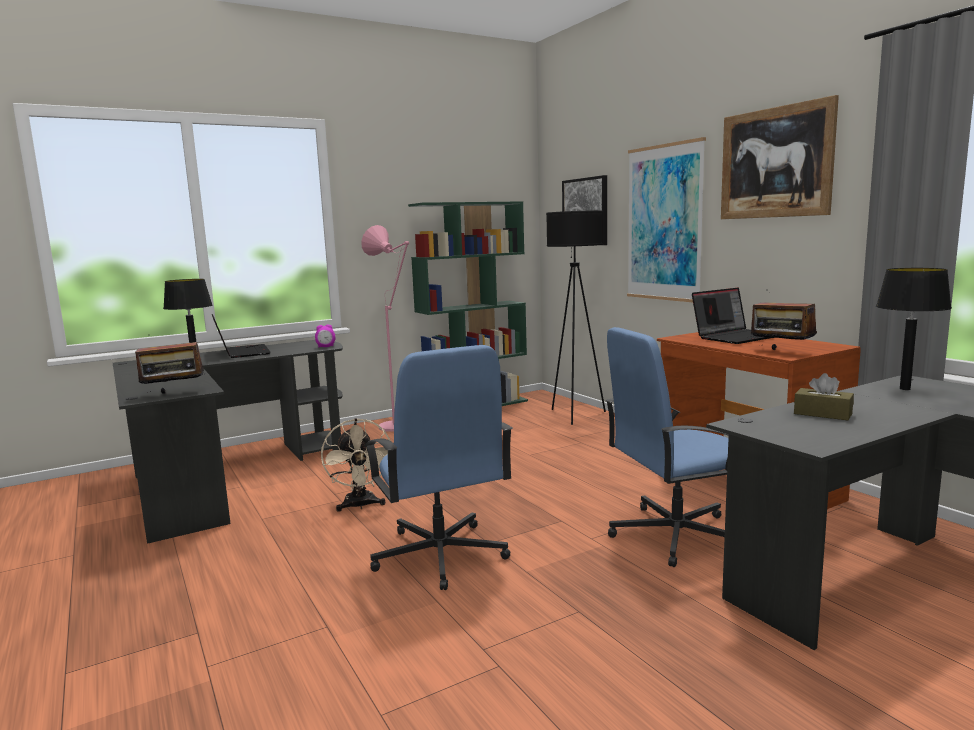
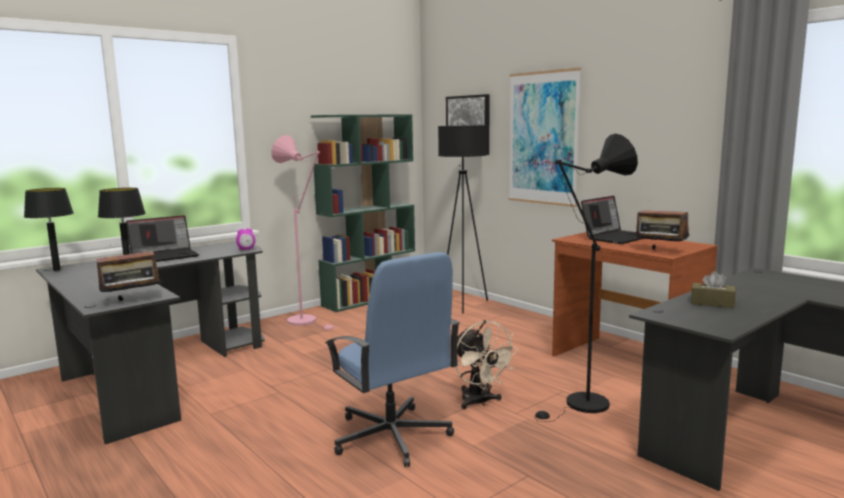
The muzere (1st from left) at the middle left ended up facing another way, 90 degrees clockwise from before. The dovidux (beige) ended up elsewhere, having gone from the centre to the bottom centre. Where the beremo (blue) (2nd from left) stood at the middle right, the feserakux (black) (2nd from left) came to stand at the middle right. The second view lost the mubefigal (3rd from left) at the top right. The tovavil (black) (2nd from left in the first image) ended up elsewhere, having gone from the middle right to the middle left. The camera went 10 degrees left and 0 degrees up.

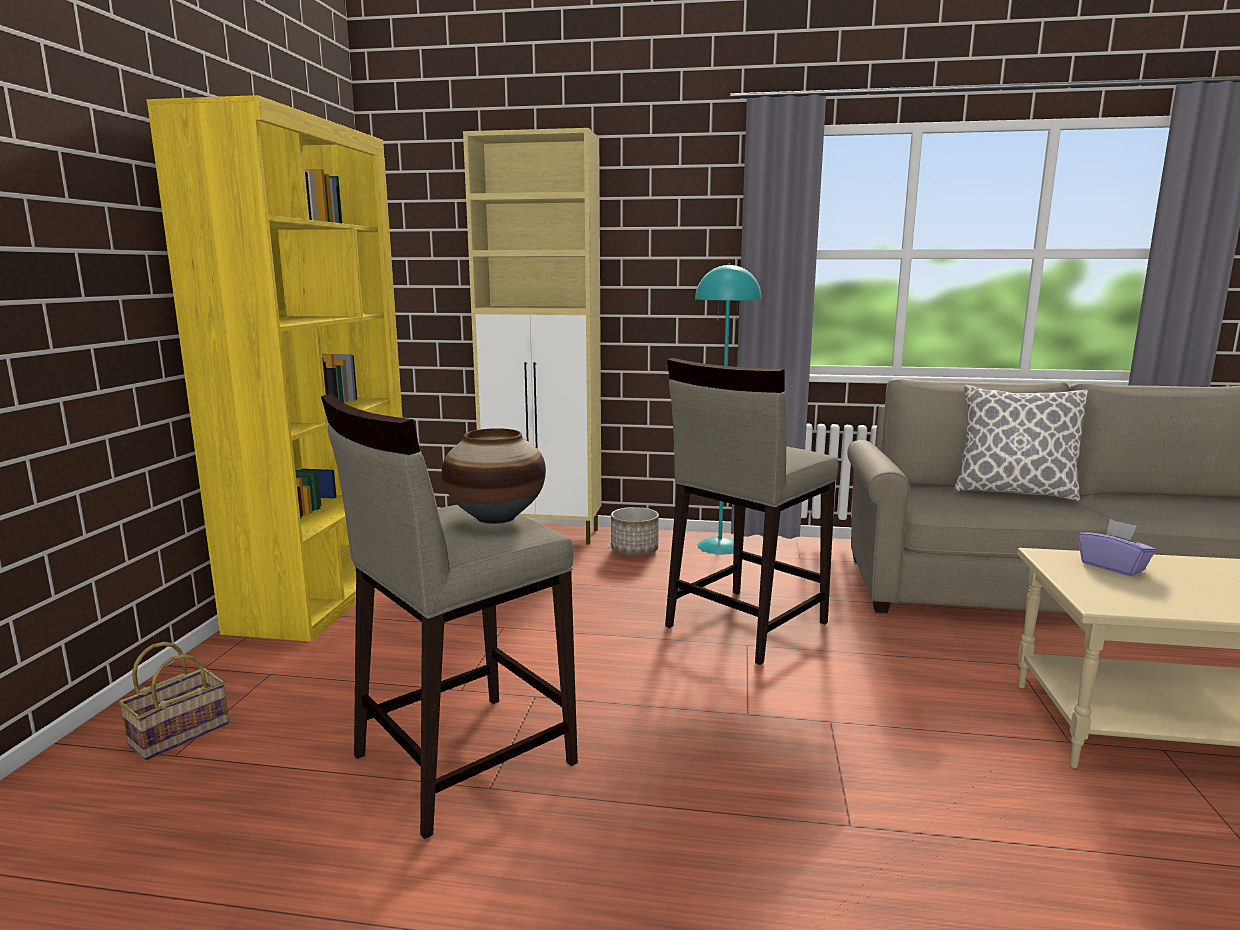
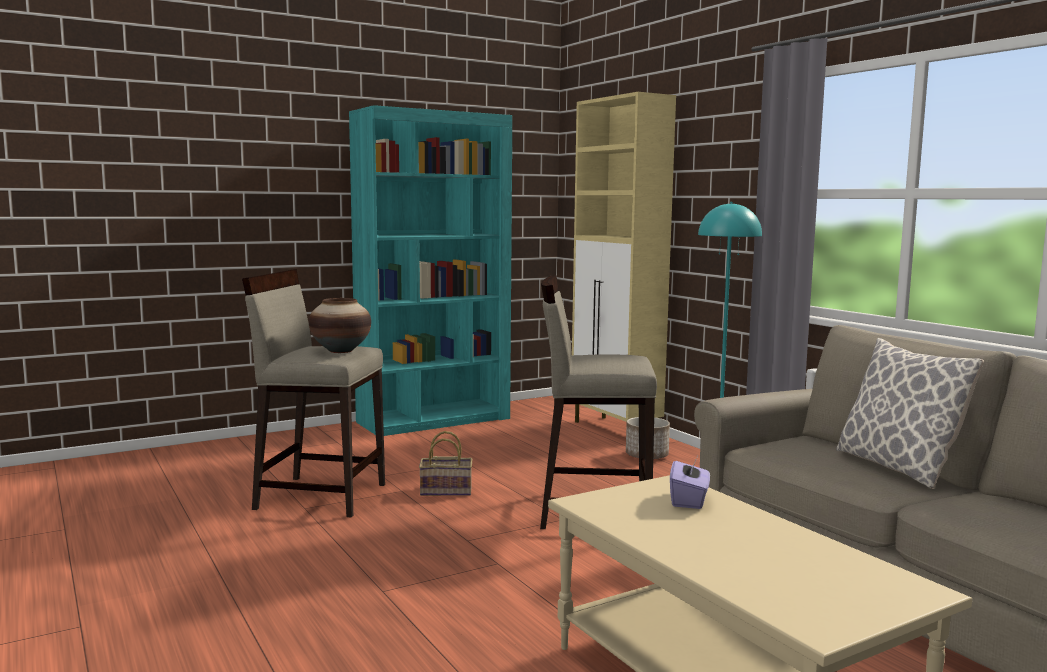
The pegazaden ended up elsewhere, having gone from the bottom left to the bottom centre. What was the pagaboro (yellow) at the middle left turned into the pagaboro (turquoise) at the centre. The camera went 50 degrees right and 5 degrees down.

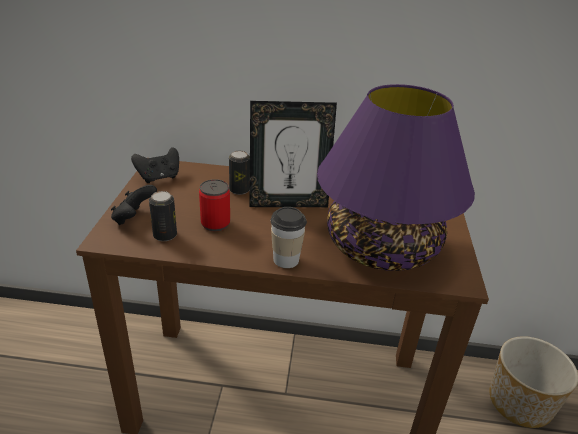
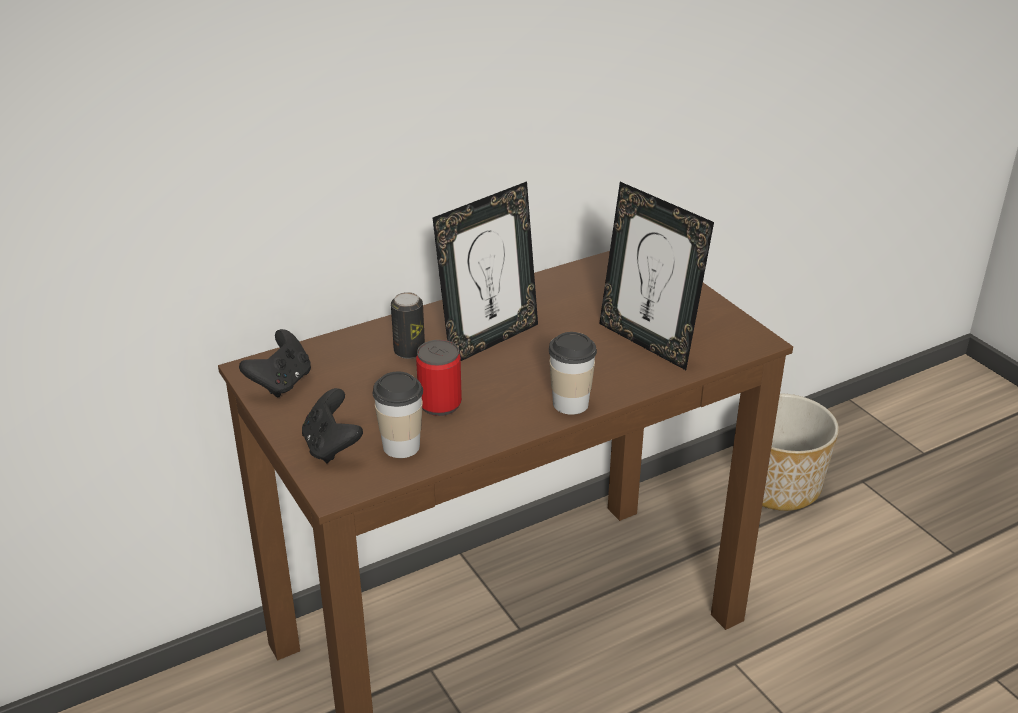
Where the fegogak (1st from left) stood at the middle left, the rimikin (1st from left) came to stand at the centre. Where the tovavil (purple) stood at the middle right, the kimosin (2nd from left) came to stand at the centre. The camera went 35 degrees left and 0 degrees up.

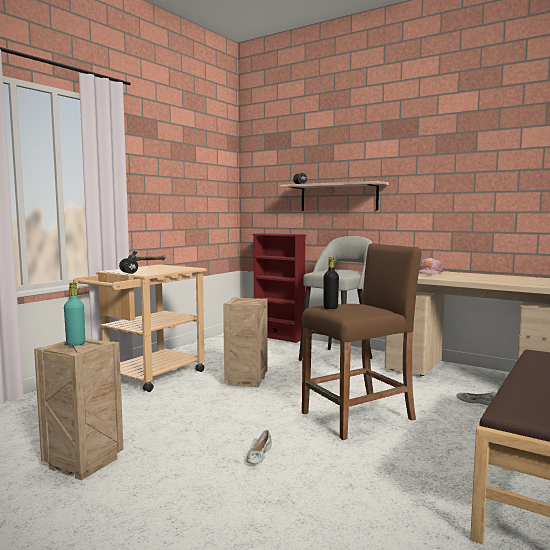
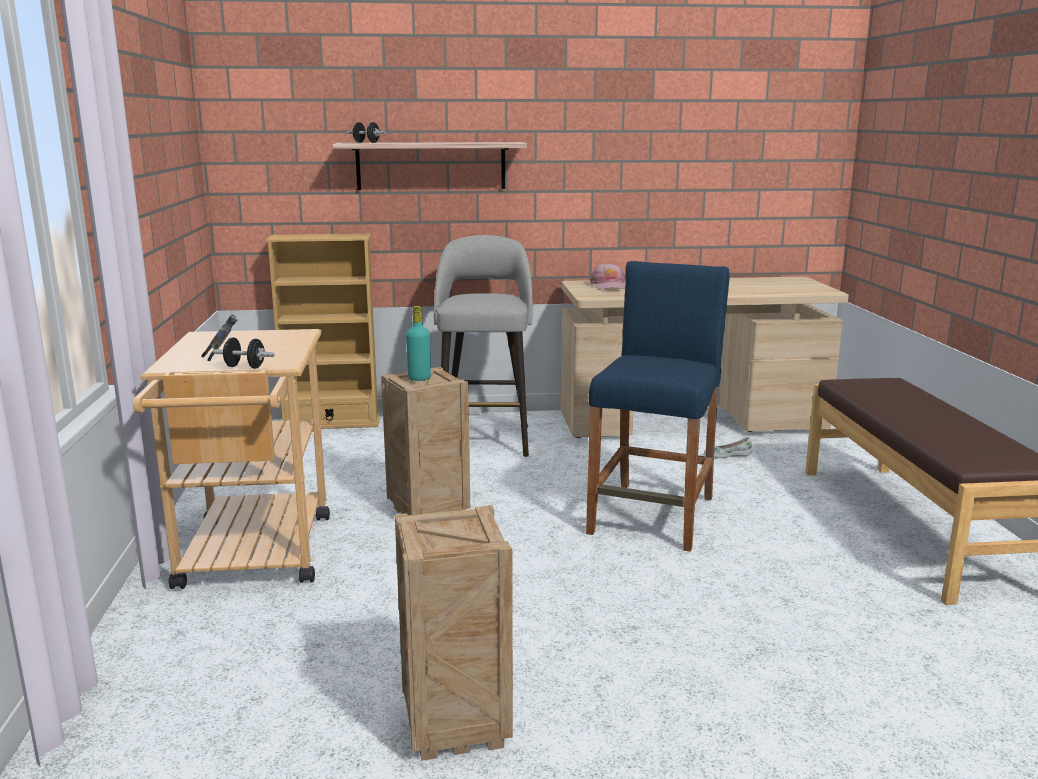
The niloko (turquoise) ended up elsewhere, having gone from the middle left to the centre. The second view lost the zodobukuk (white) (1st from left) at the bottom centre. What was the pagaboro (red) at the centre turned into the pagaboro (beige) at the middle left. What was the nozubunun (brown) at the centre turned into the nozubunun (blue) at the centre. The second view lost the niloko (black) at the centre. The camera went 40 degrees left and 10 degrees up.

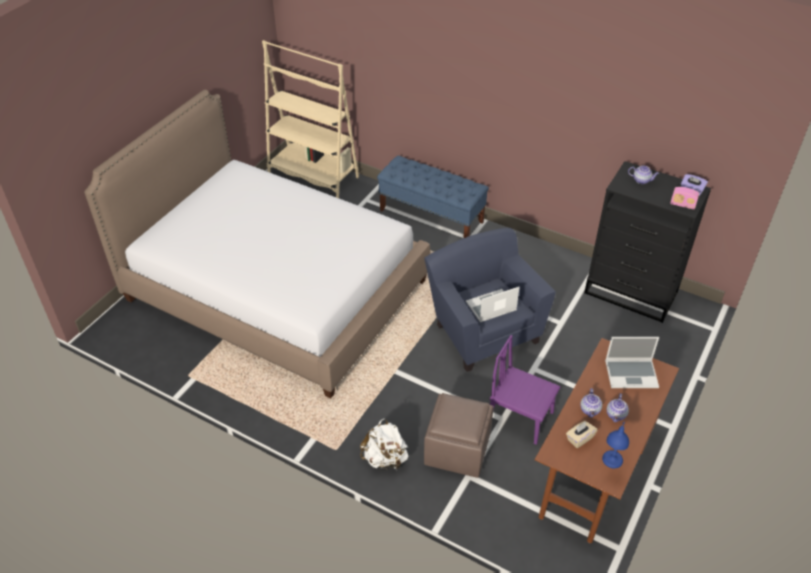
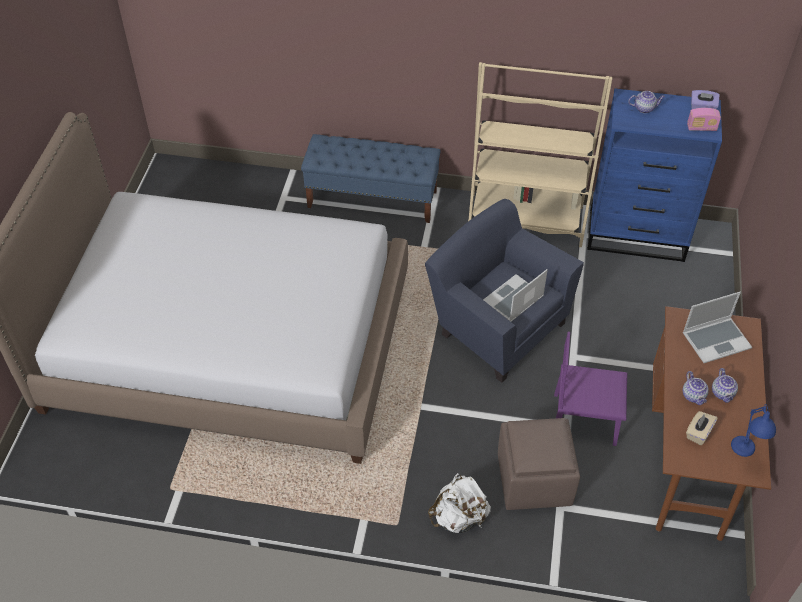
The pagaboro (beige) ended up elsewhere, having gone from the top centre to the top right. What was the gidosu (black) at the middle right turned into the gidosu (blue) at the top right. The camera went 20 degrees left and 5 degrees up.

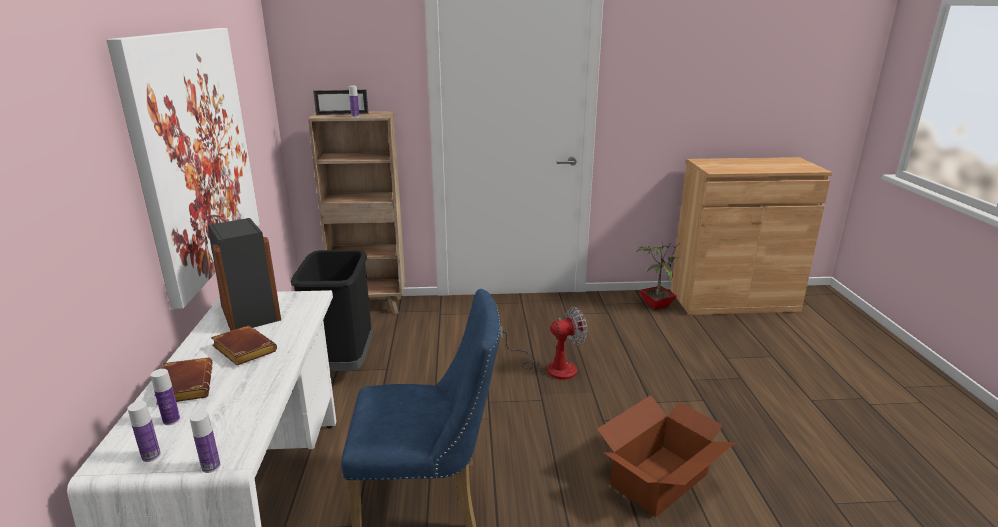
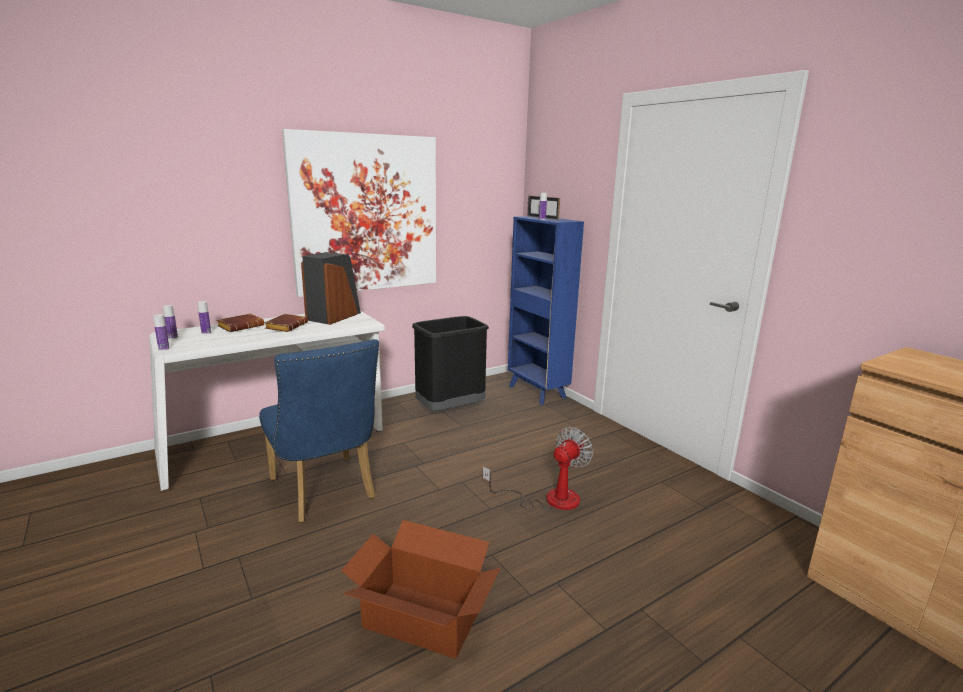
What was the pagaboro (brown) at the centre turned into the pagaboro (blue) at the centre. The dovidux at the centre ended up facing another way, 90 degrees counterclockwise from before. The second view lost the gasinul at the centre. The camera went 60 degrees right and 5 degrees down.

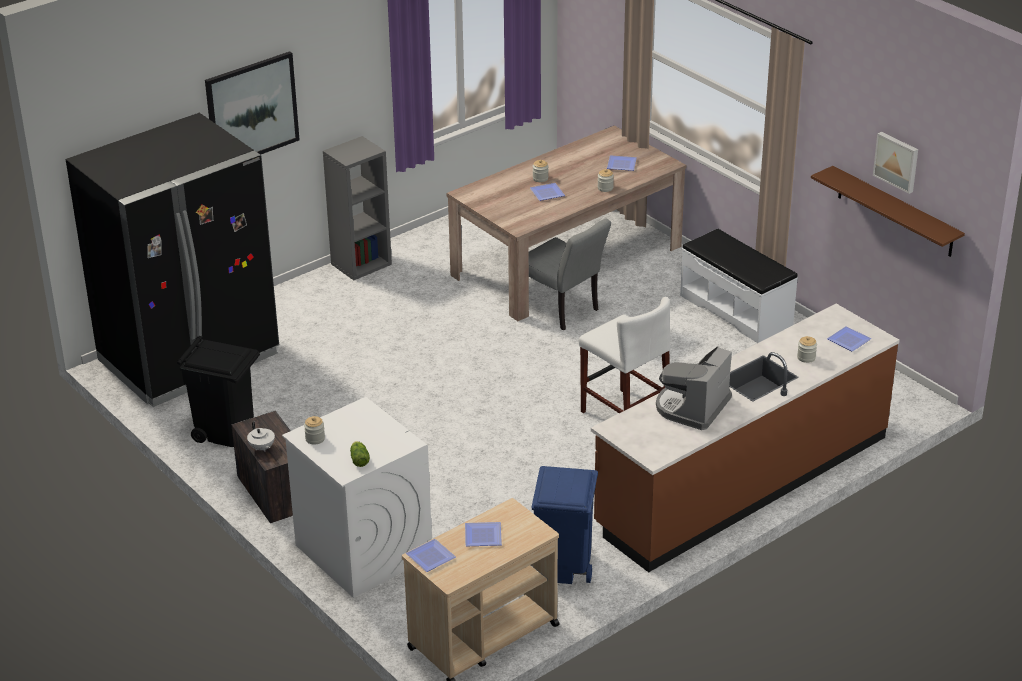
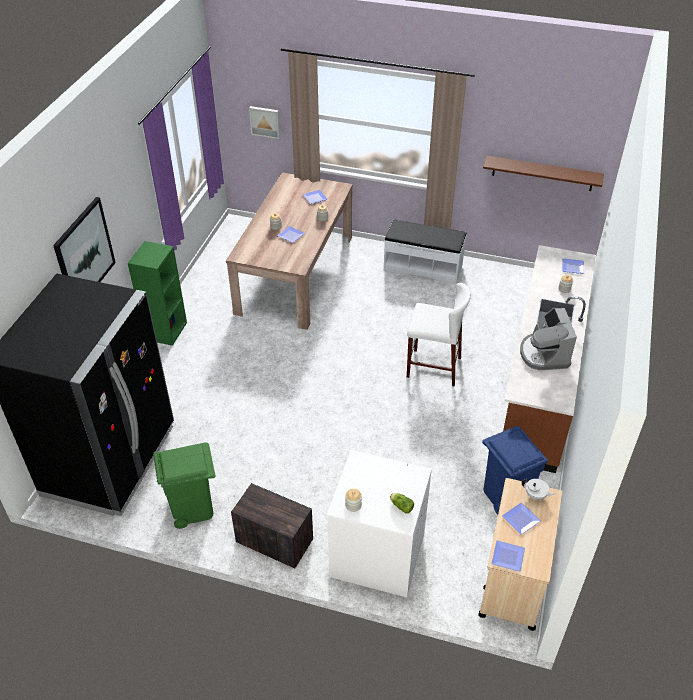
What was the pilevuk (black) at the middle left turned into the pilevuk (green) at the bottom left. The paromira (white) ended up elsewhere, having gone from the middle left to the bottom right. What was the pagaboro (grey) at the top centre turned into the pagaboro (green) at the middle left. The second view lost the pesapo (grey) at the centre. The mubefigal (2nd from left) ended up elsewhere, having gone from the top right to the top centre. The camera went 35 degrees left and 10 degrees up.

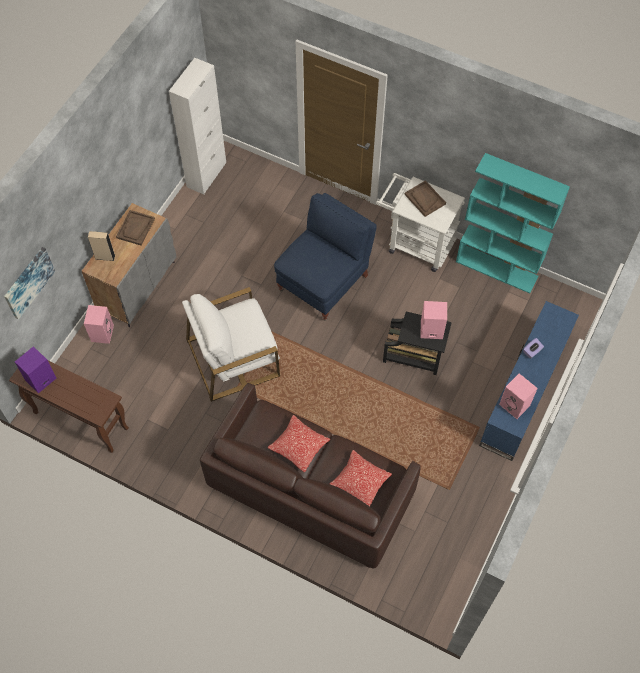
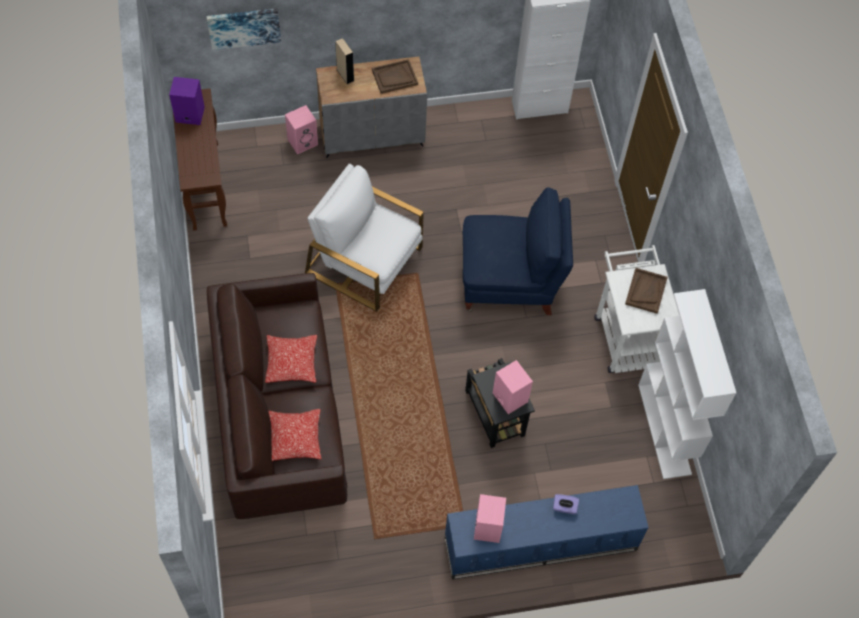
What was the pagaboro (turquoise) at the top right turned into the pagaboro (white) at the middle right. The camera went 50 degrees right and 0 degrees up.

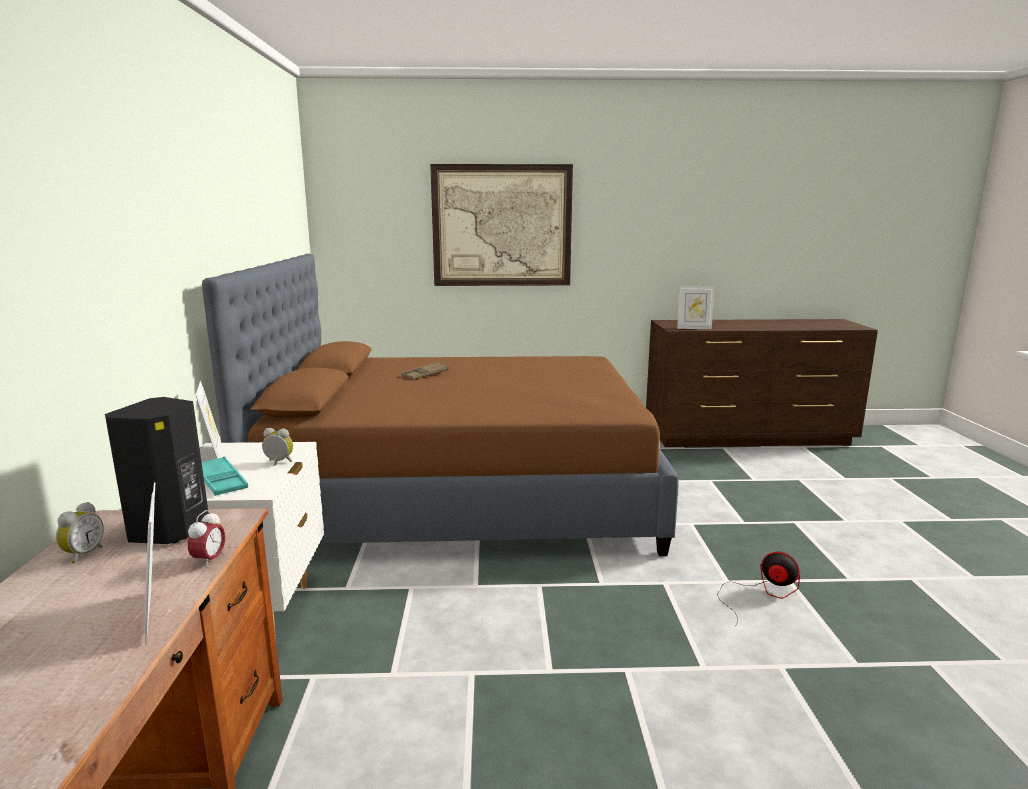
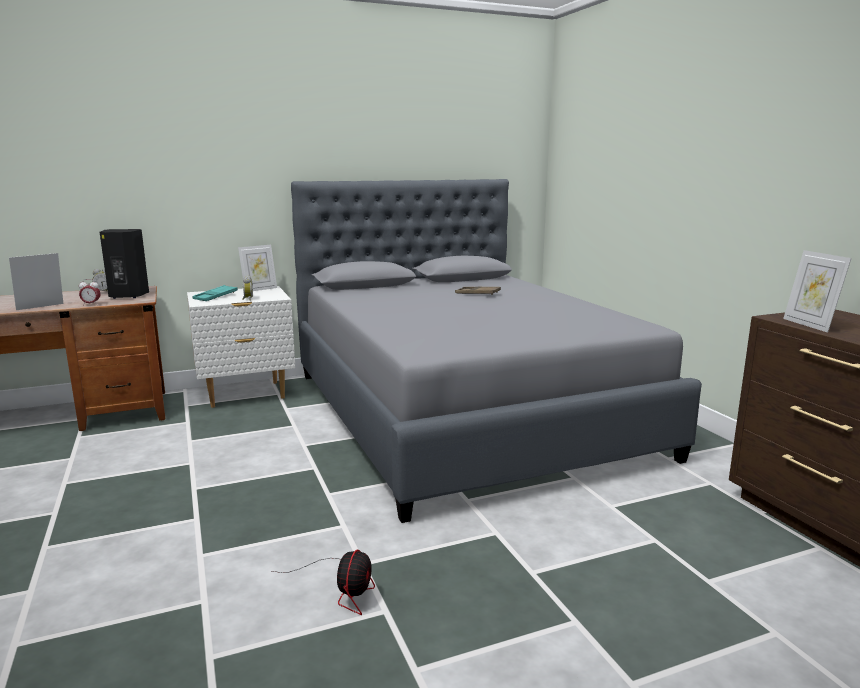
What was the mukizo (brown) at the centre turned into the mukizo (grey) at the centre. The second view lost the mubefigal at the top centre. The camera went 70 degrees right and 0 degrees up.

